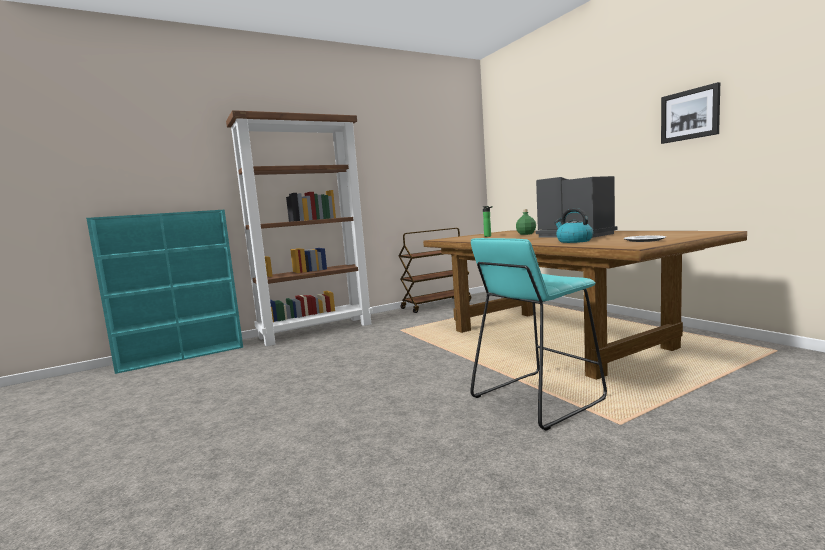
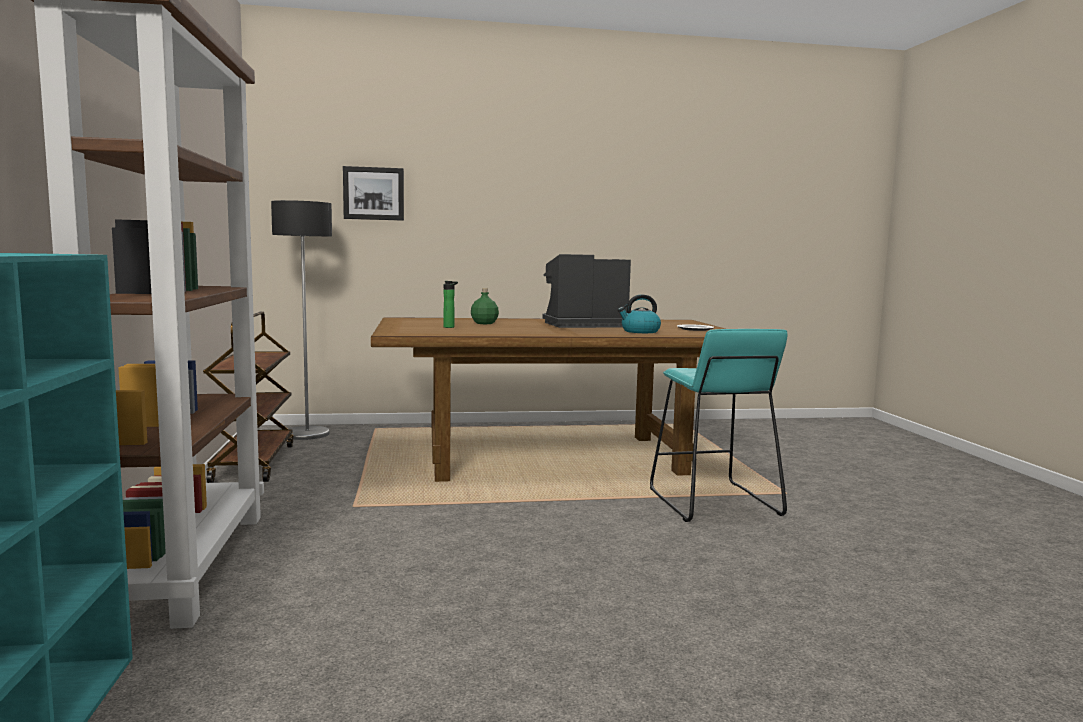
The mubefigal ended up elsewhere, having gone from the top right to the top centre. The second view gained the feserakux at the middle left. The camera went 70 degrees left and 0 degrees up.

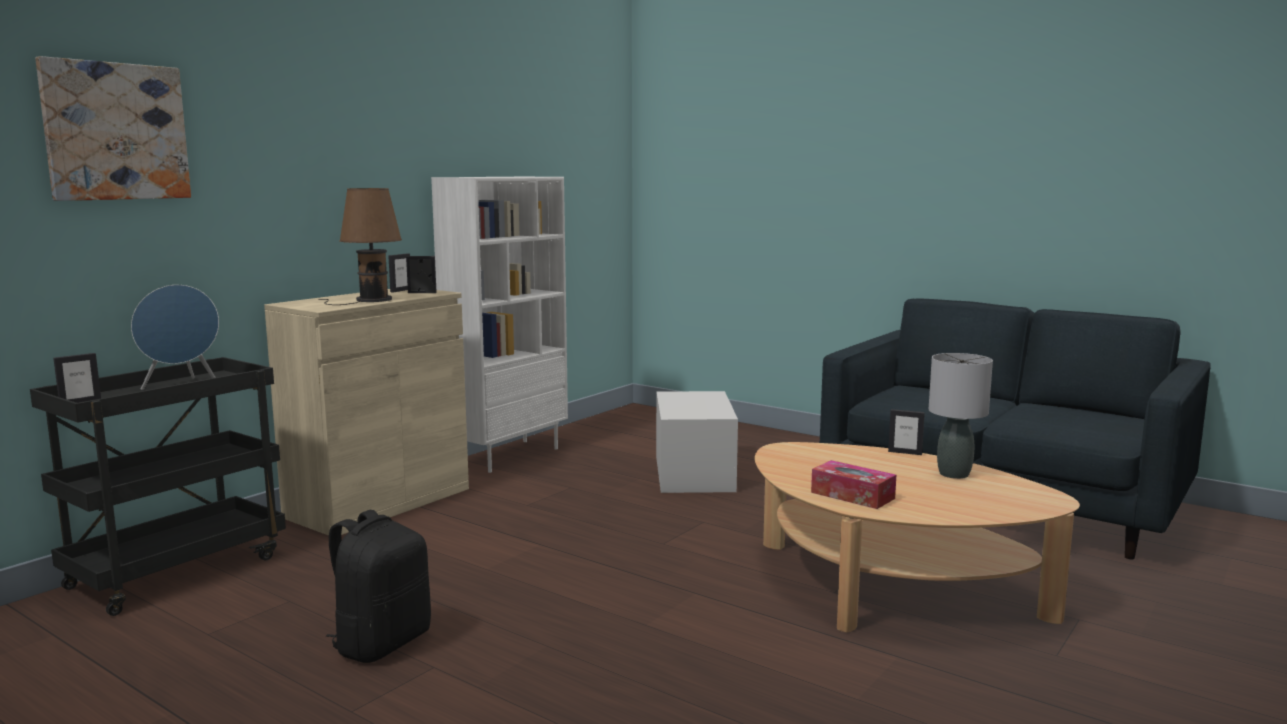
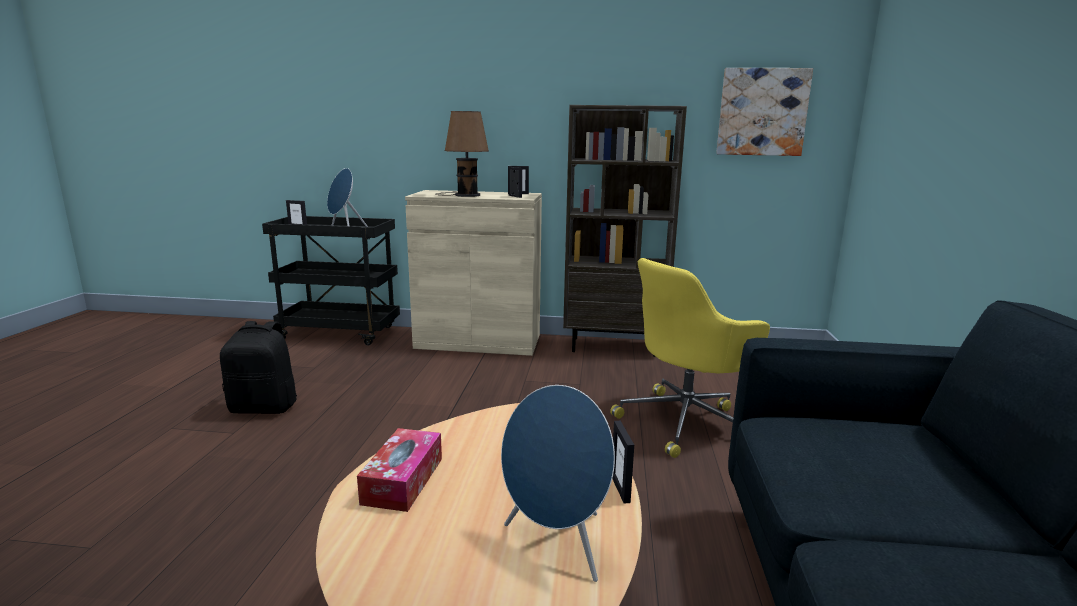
The mubefigal ended up elsewhere, having gone from the top left to the top right. What was the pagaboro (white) at the centre turned into the pagaboro (brown) at the centre. Where the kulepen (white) stood at the centre, the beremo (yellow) came to stand at the centre. Where the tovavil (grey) stood at the middle right, the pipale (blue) (2nd from left) came to stand at the bottom centre. The camera went 60 degrees right and 5 degrees up.

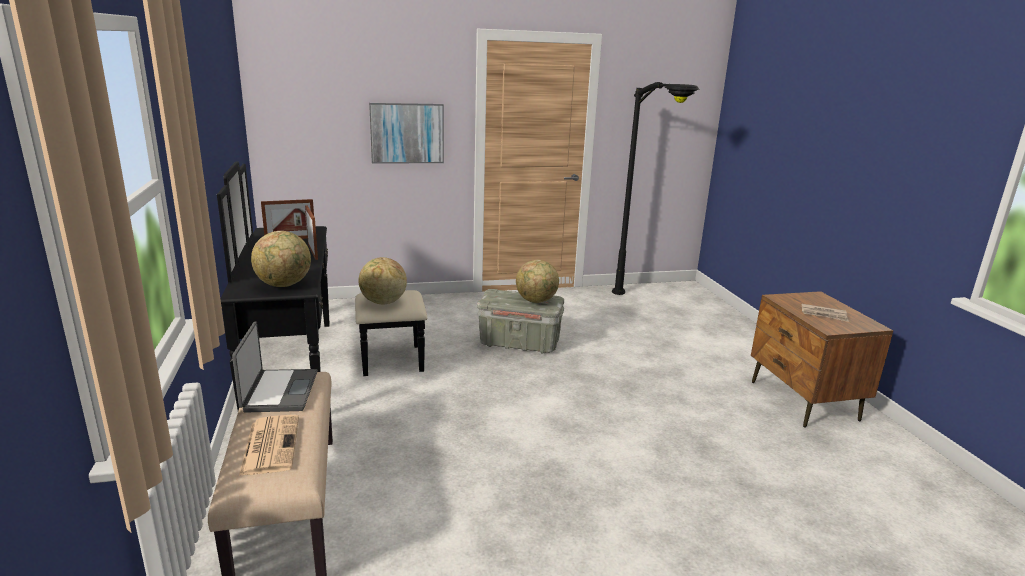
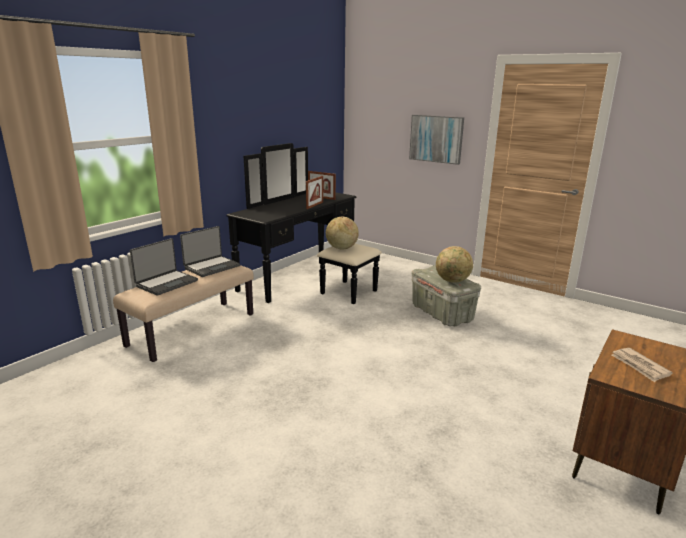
Where the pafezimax (1st from left) stood at the bottom left, the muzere (1st from left) came to stand at the middle left. The second view lost the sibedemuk (1st from left) at the middle left. The second view lost the feserakux (black) at the top centre. The camera went 50 degrees right and 0 degrees up.

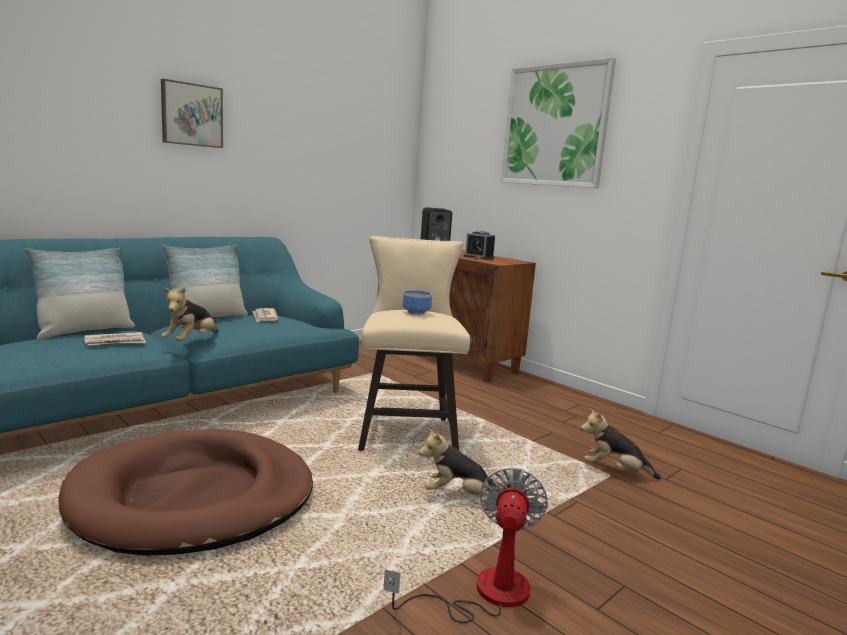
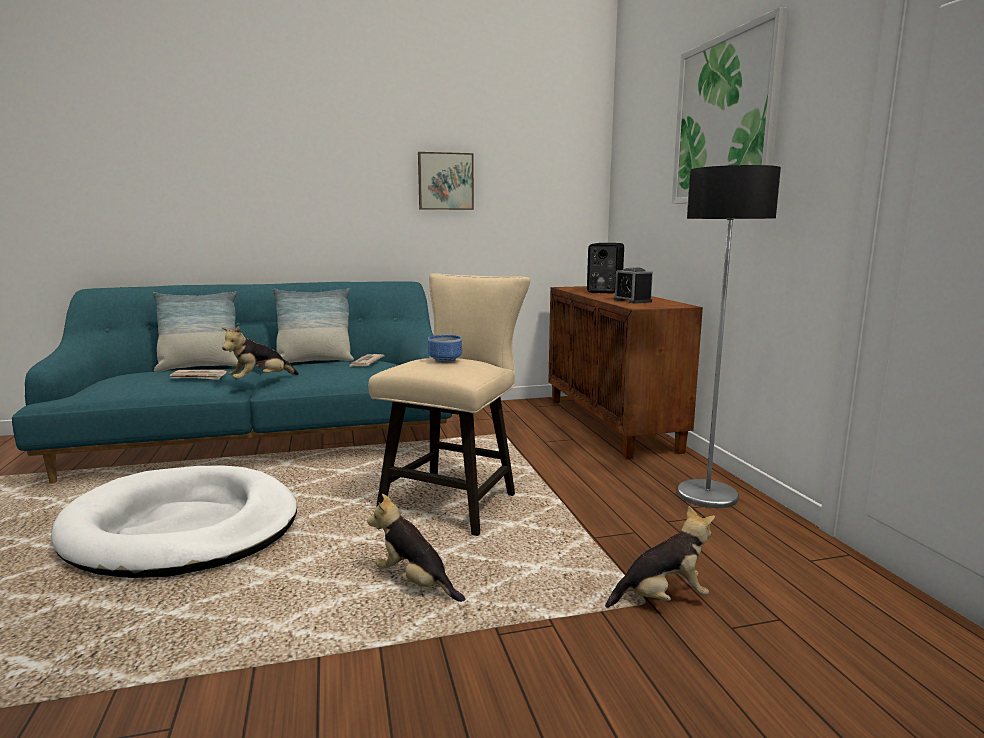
What was the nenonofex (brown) at the bottom left turned into the nenonofex (white) at the bottom left. The mubefigal (1st from left) ended up elsewhere, having gone from the top left to the top centre. The second view lost the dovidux at the bottom centre. The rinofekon (3rd from left) at the bottom right ended up facing another way, 120 degrees clockwise from before. The second view gained the feserakux at the middle right. The camera went 30 degrees right and 0 degrees up.

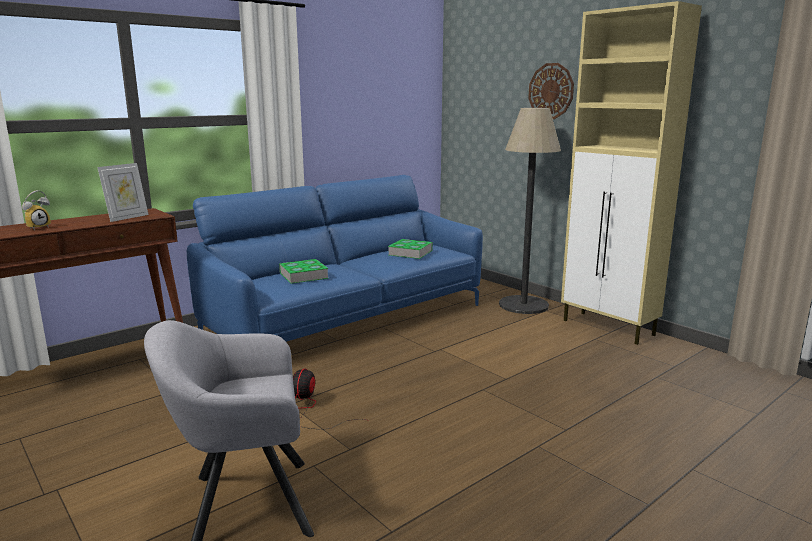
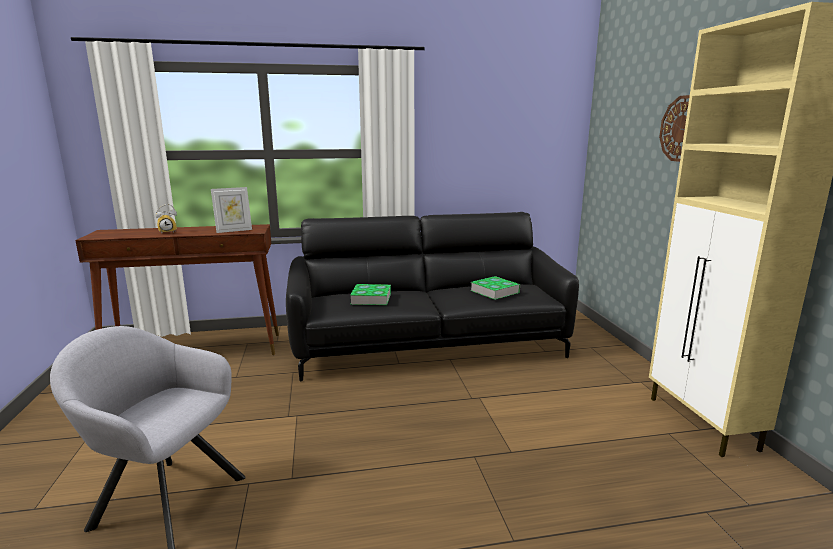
What was the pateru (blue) at the centre turned into the pateru (black) at the centre. The second view lost the dovidux at the bottom centre. The second view lost the feserakux at the centre. The camera went 30 degrees right and 0 degrees up.

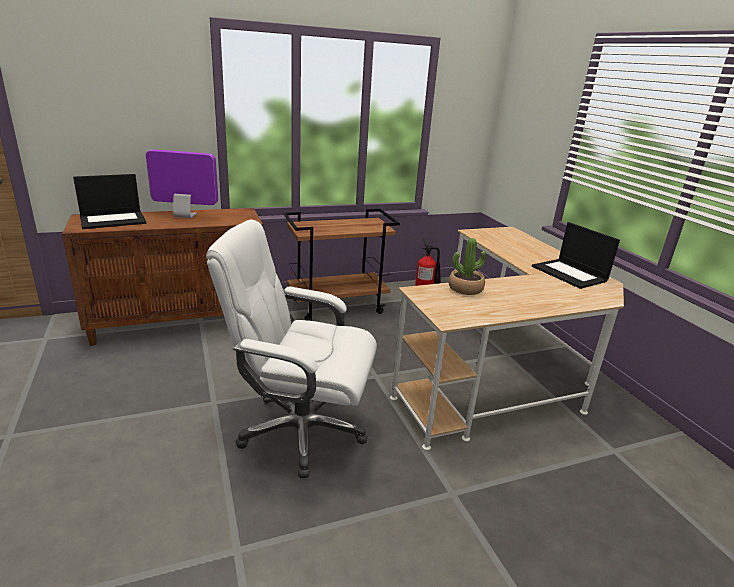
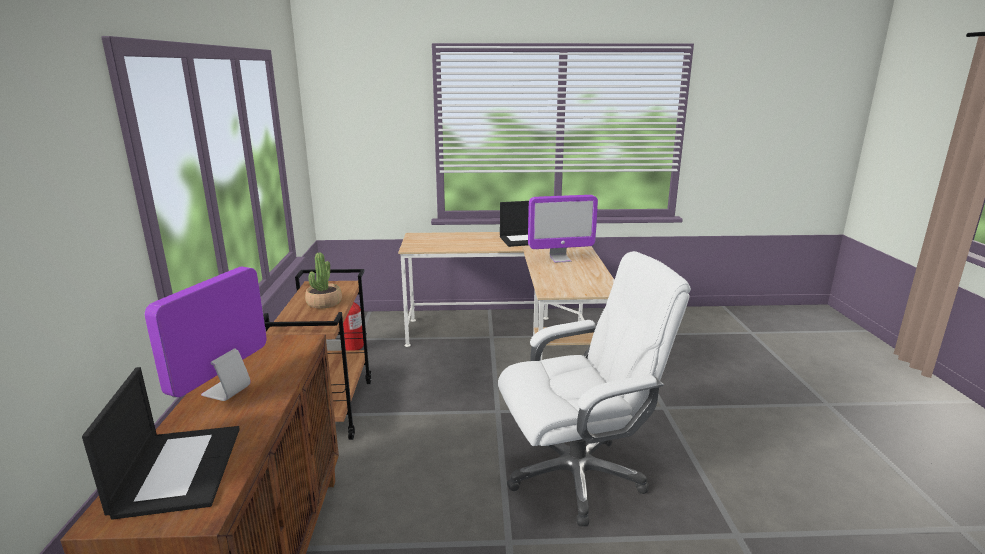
The beremo (white) at the centre ended up facing another way, 135 degrees counterclockwise from before. The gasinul ended up elsewhere, having gone from the centre to the middle left. The second view gained the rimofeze (2nd from left) at the centre. The camera went 70 degrees left and 5 degrees down.

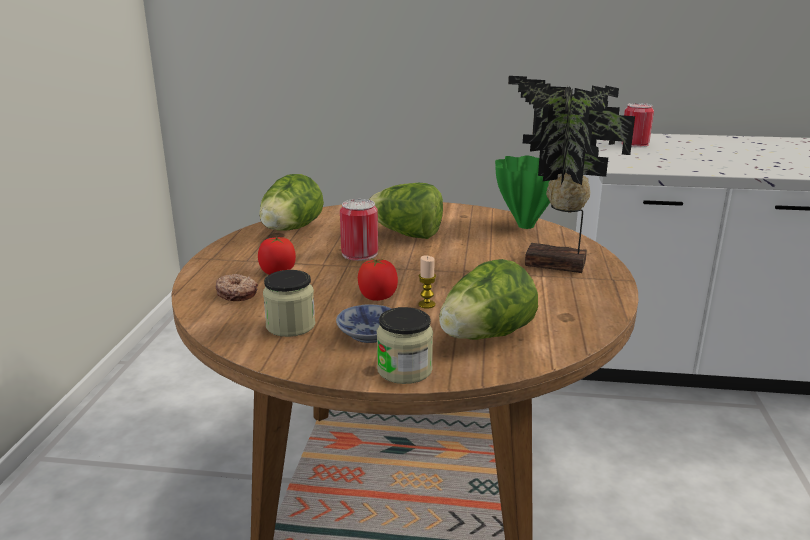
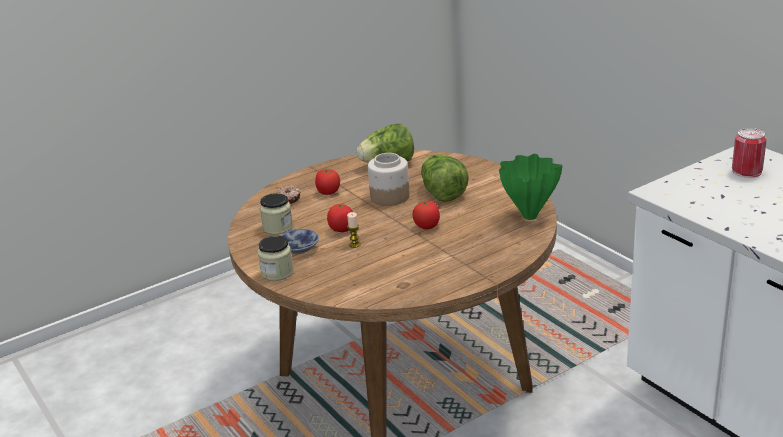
Where the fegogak (1st from left) stood at the centre, the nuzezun (3rd from left) came to stand at the centre. The second view lost the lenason (3rd from left) at the centre. The second view lost the gasinul at the top right. The second view gained the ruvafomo (3rd from left) at the centre. The camera went 50 degrees right and 5 degrees up.

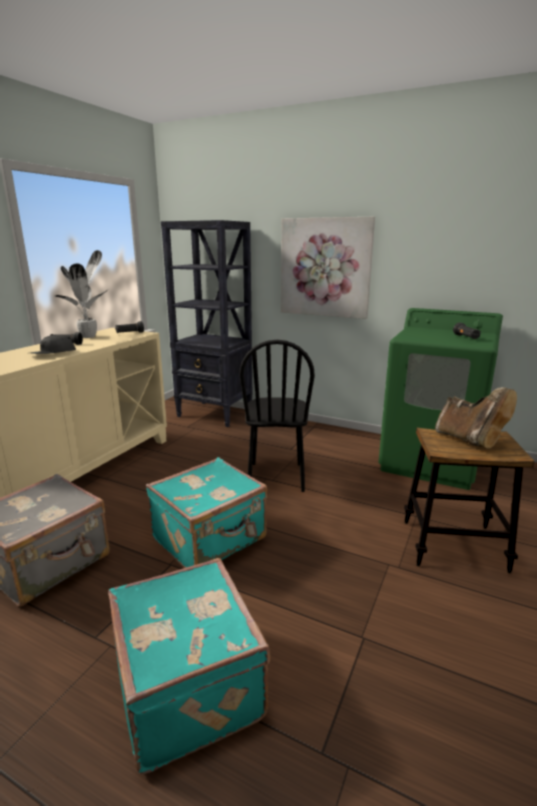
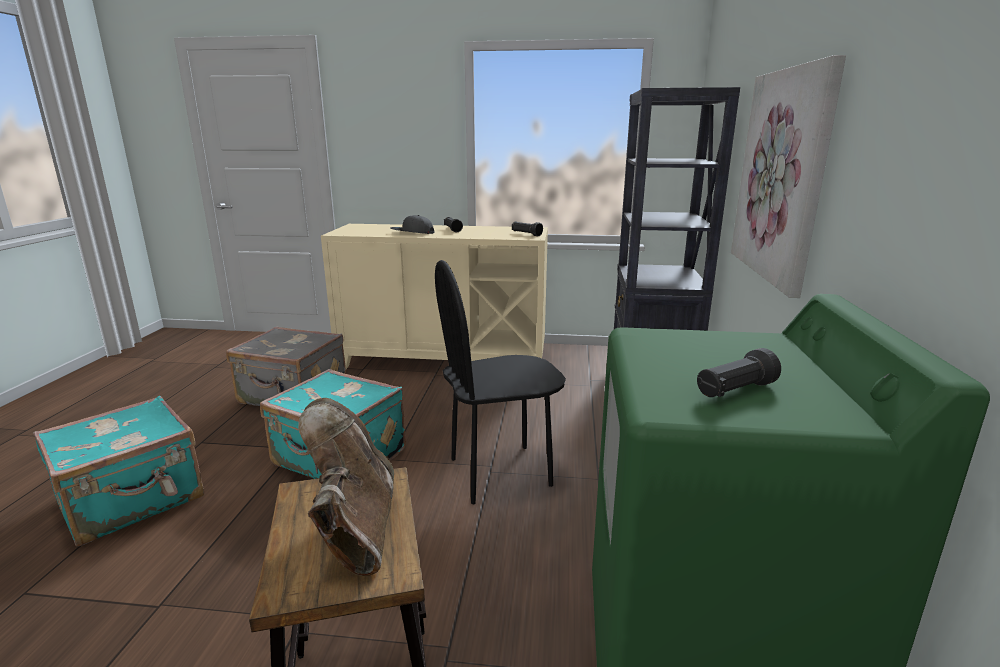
The second view lost the gasinul at the middle left. The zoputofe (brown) at the middle right ended up facing another way, 135 degrees clockwise from before. The camera went 70 degrees right and 0 degrees up.

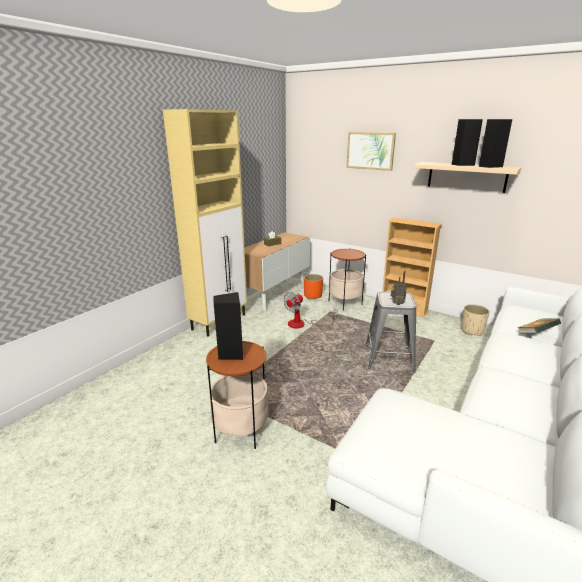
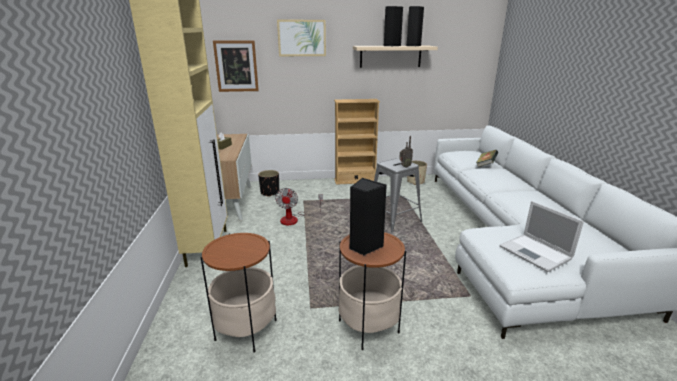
What was the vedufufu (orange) at the centre turned into the vedufufu (black) at the centre. The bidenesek (2nd from left in the first image) ended up elsewhere, having gone from the centre to the bottom centre. The second view gained the mubefigal (1st from left) at the top centre. The second view gained the muzere at the middle right. The camera went 40 degrees left and 0 degrees up.

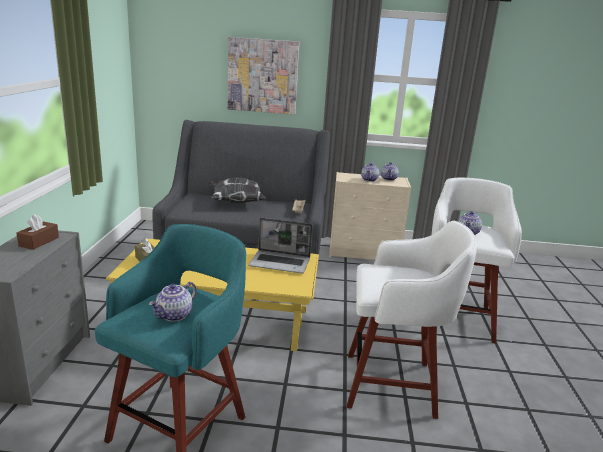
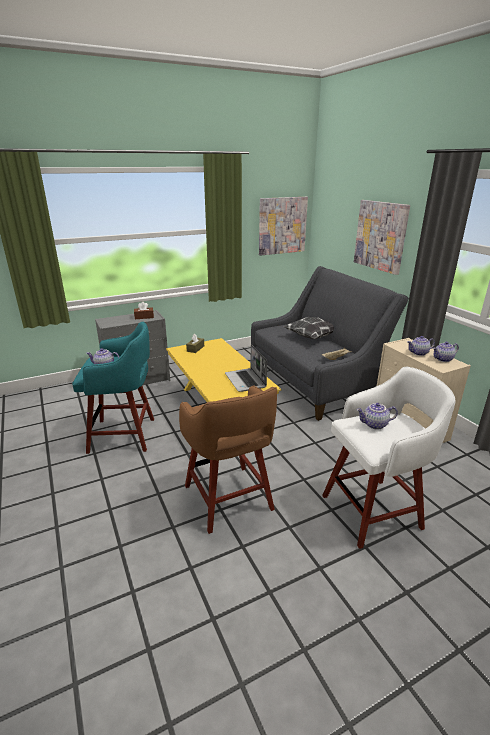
What was the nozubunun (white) (1st from left) at the bottom right turned into the nozubunun (brown) at the centre. The second view gained the mubefigal (1st from left) at the top centre. The camera went 60 degrees right and 5 degrees up.

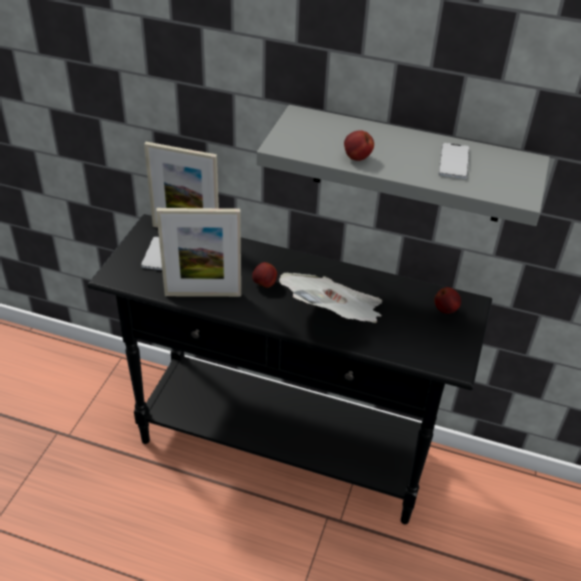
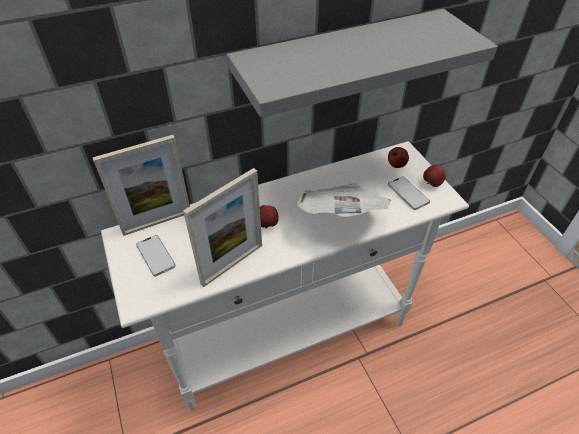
What was the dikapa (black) at the centre turned into the dikapa (white) at the centre. The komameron (2nd from left in the first image) ended up elsewhere, having gone from the top centre to the middle right. The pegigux (2nd from left) ended up elsewhere, having gone from the top right to the middle right. The camera went 40 degrees left and 5 degrees up.

